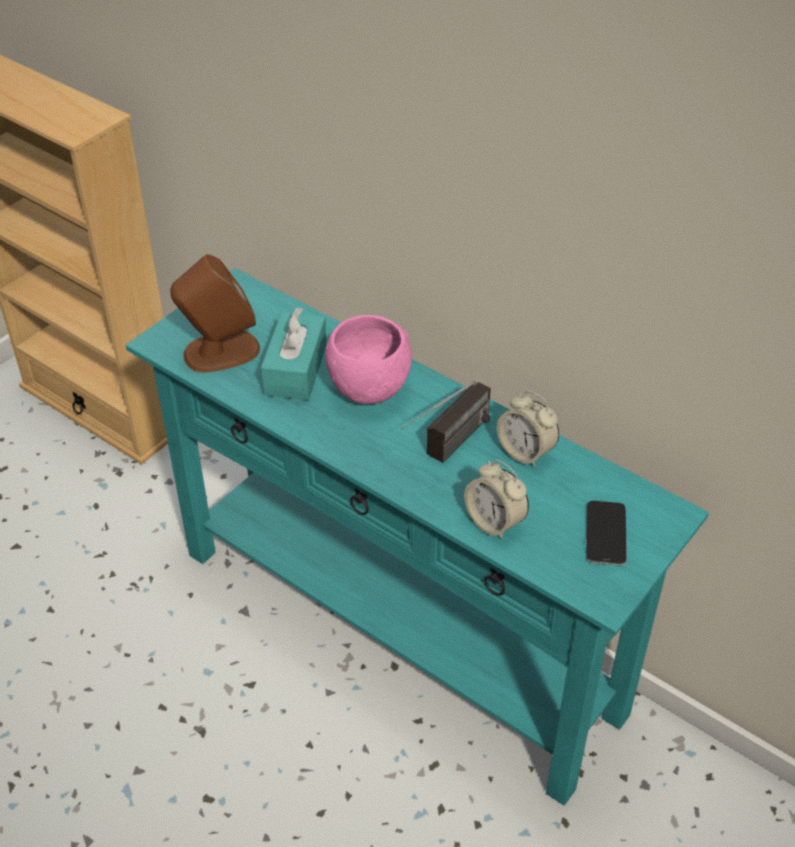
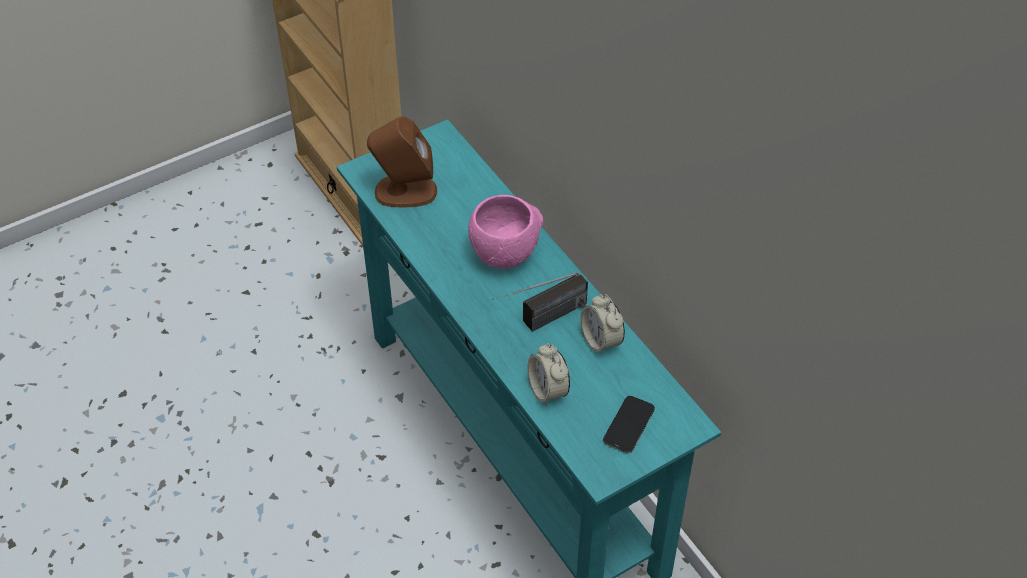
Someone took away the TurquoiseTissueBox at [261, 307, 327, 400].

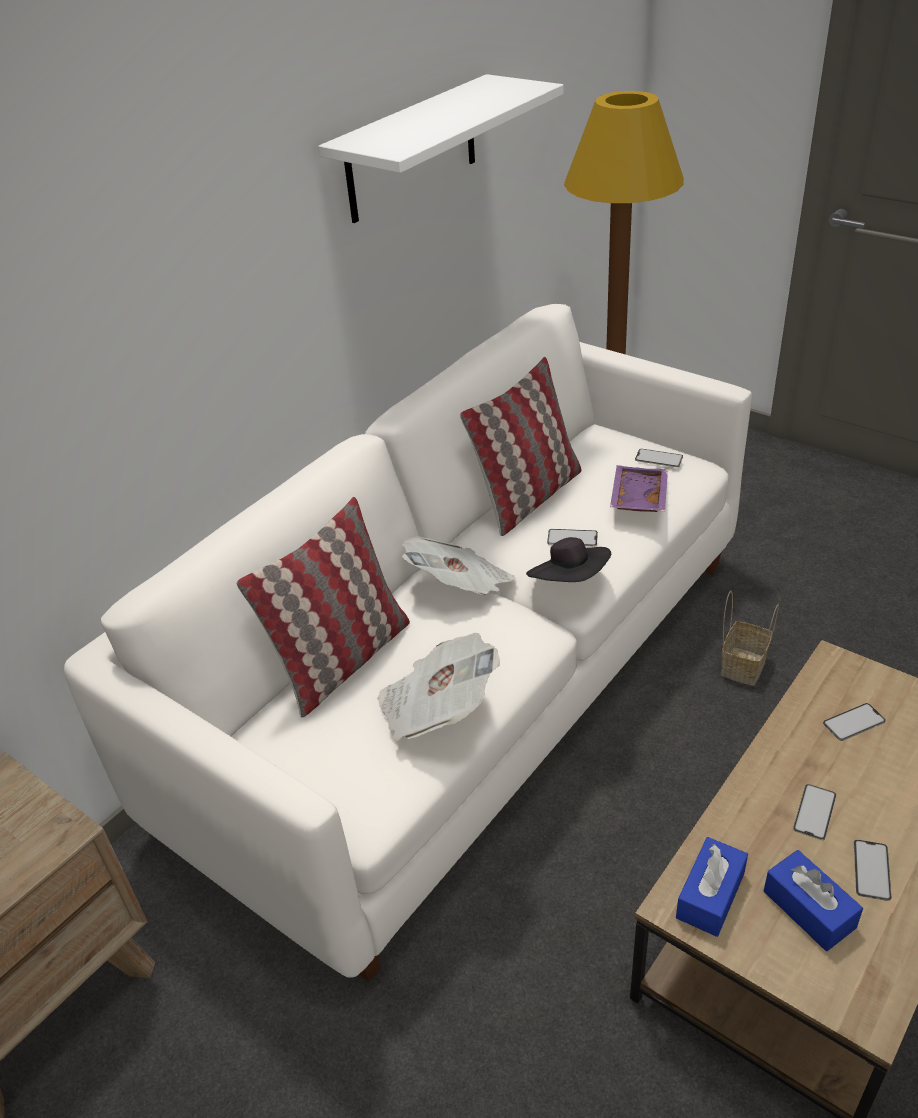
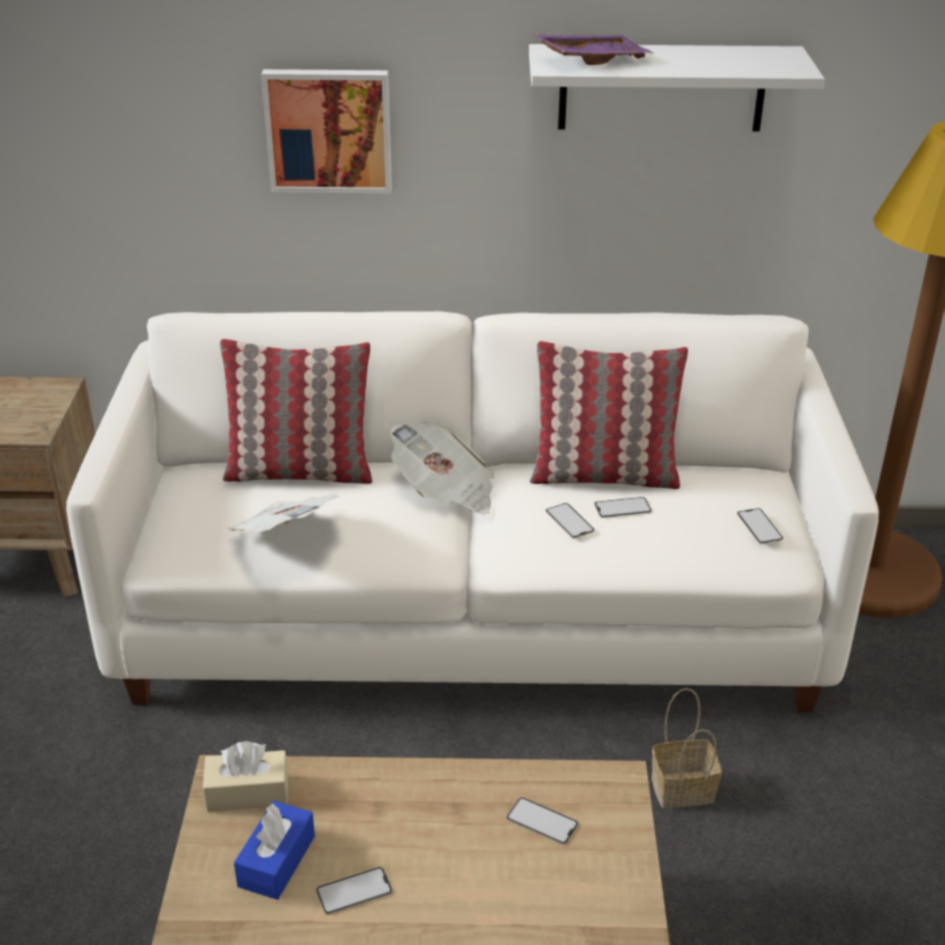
Someone repainted the BlueTissueBox at [676, 837, 748, 937], which became the BeigeTissueBox at [203, 741, 288, 812].
Someone put up the Picture at [261, 69, 392, 193].
Someone carried the PurpleTray from [610, 465, 668, 512] to [533, 34, 653, 65].
Someone carried the Phone from [793, 784, 836, 840] to [594, 497, 651, 518].
Someone took away the BlackHat at [526, 537, 611, 582].

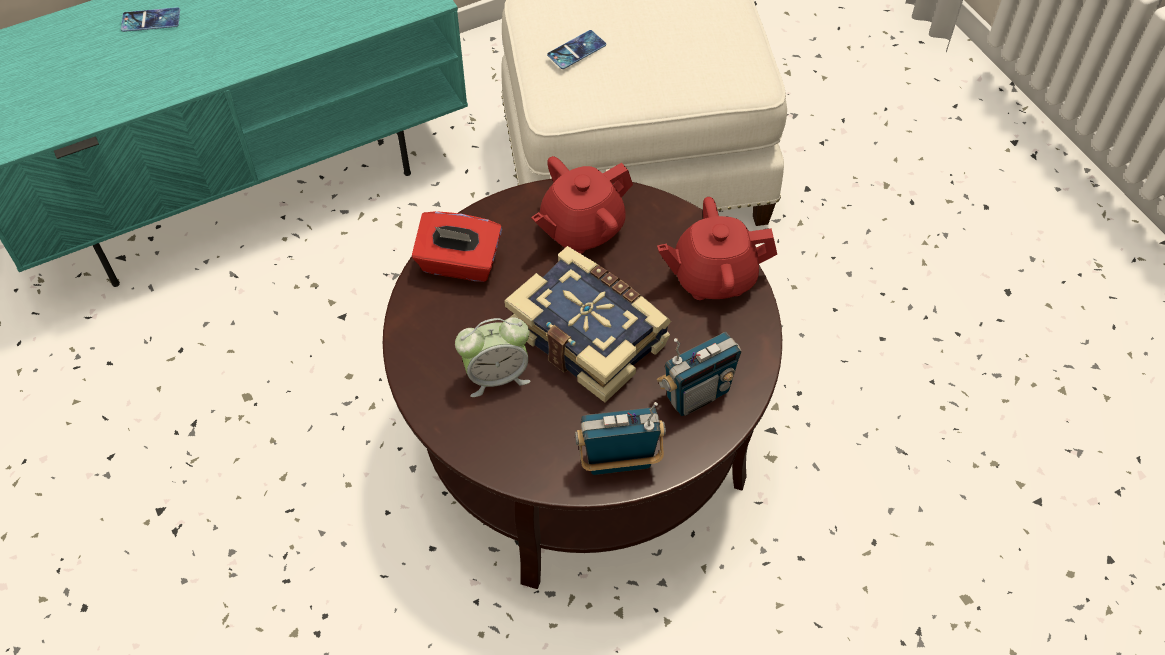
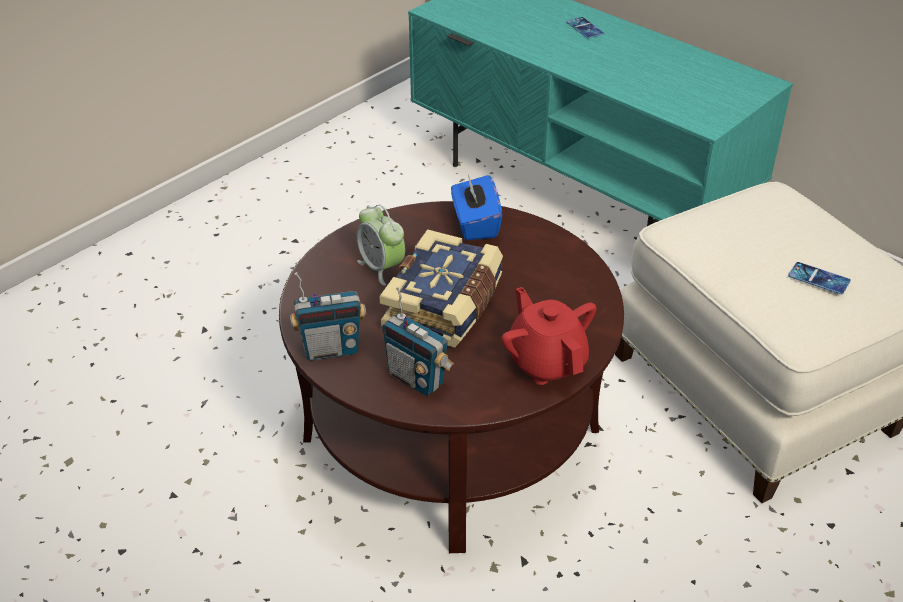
Someone rotated the Radio at [575, 402, 666, 475] by 105 degrees clockwise.
Someone repainted the RedTissueBox at [412, 211, 502, 282], which became the BlueTissueBox at [451, 175, 502, 240].
Someone carried the Phone from [547, 30, 606, 69] to [788, 262, 851, 294].
Someone took away the RedTeapot at [531, 156, 633, 254].

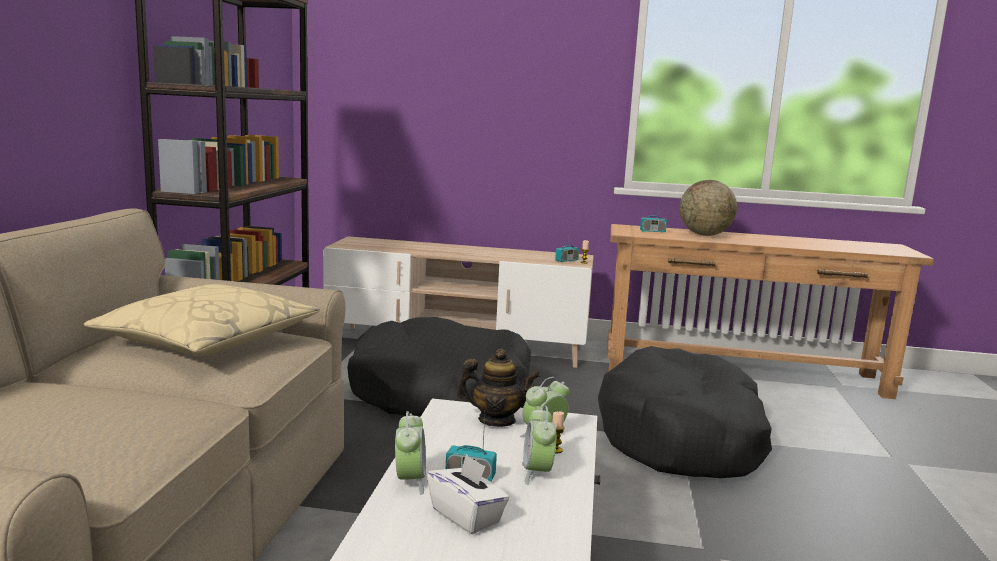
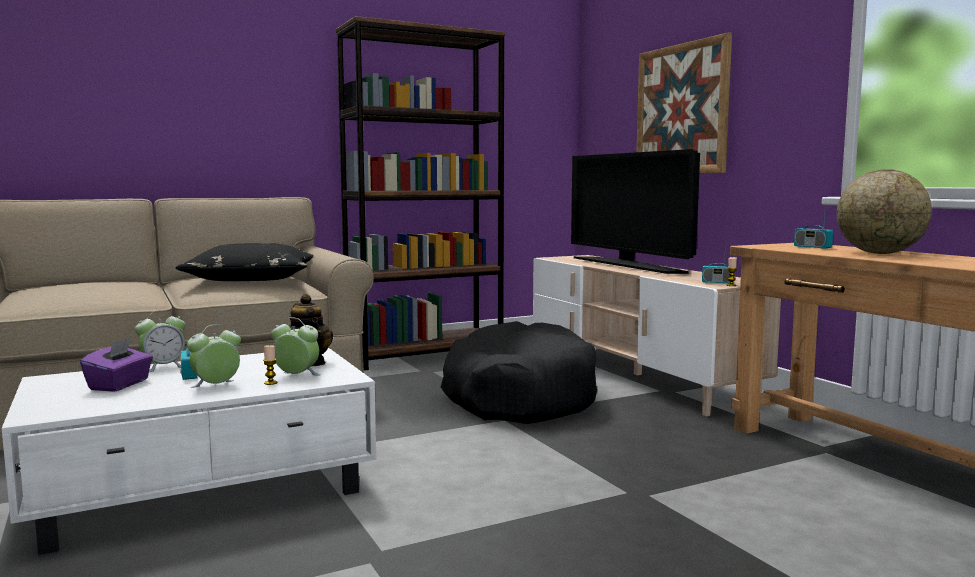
Someone repainted the WhiteTissueBox at [427, 454, 510, 534], which became the PurpleTissueBox at [80, 337, 153, 392].
Someone repainted the BeigePillow at [83, 284, 320, 356], which became the BlackPillow at [175, 243, 314, 281].
Someone put down the Television at [571, 149, 700, 274].
Someone put up the Picture at [637, 32, 732, 173].
Someone took away the BlackDogBed at [598, 346, 772, 478].

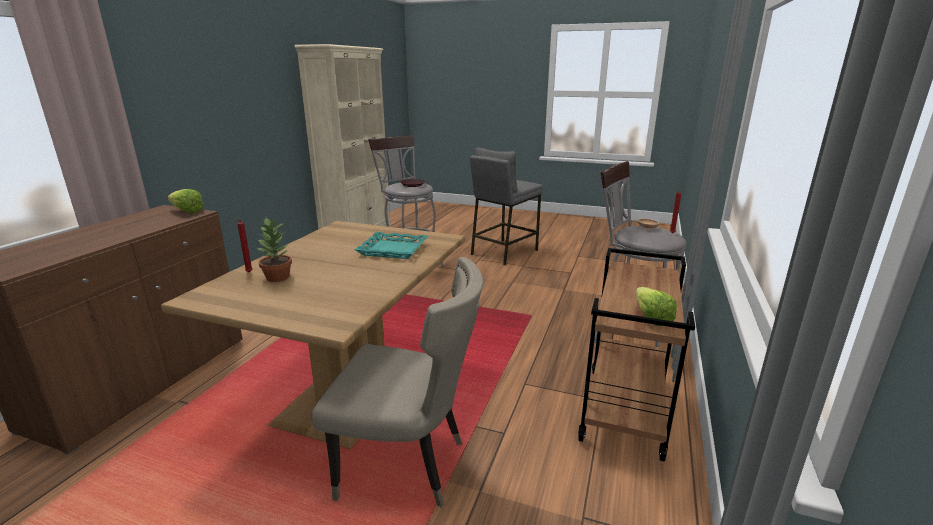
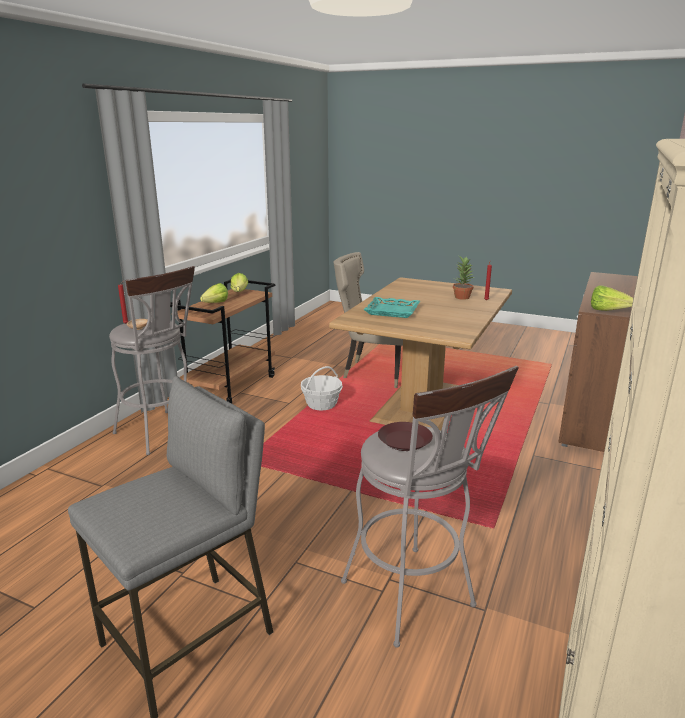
Someone put down the Lettuce at [200, 283, 228, 303].
Someone put down the Basket at [301, 366, 343, 411].

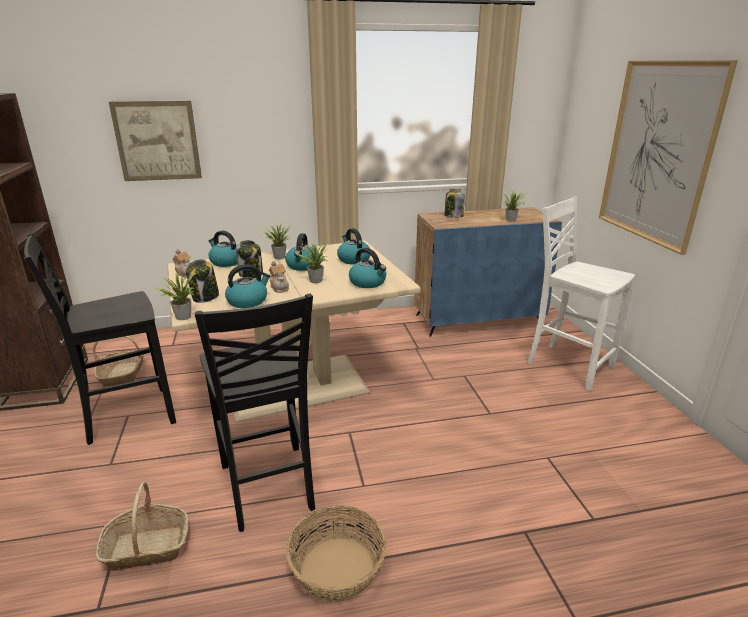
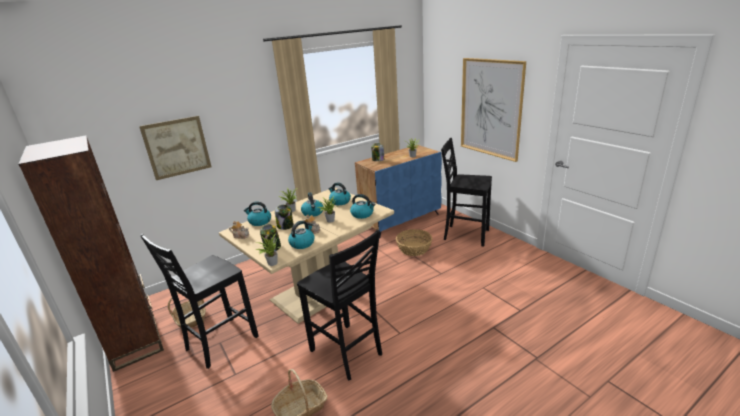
Someone carried the Basket from [286, 505, 387, 602] to [396, 229, 432, 256].
Someone repainted the WhiteChair at [527, 197, 635, 391], which became the BlackChair at [441, 138, 492, 247].

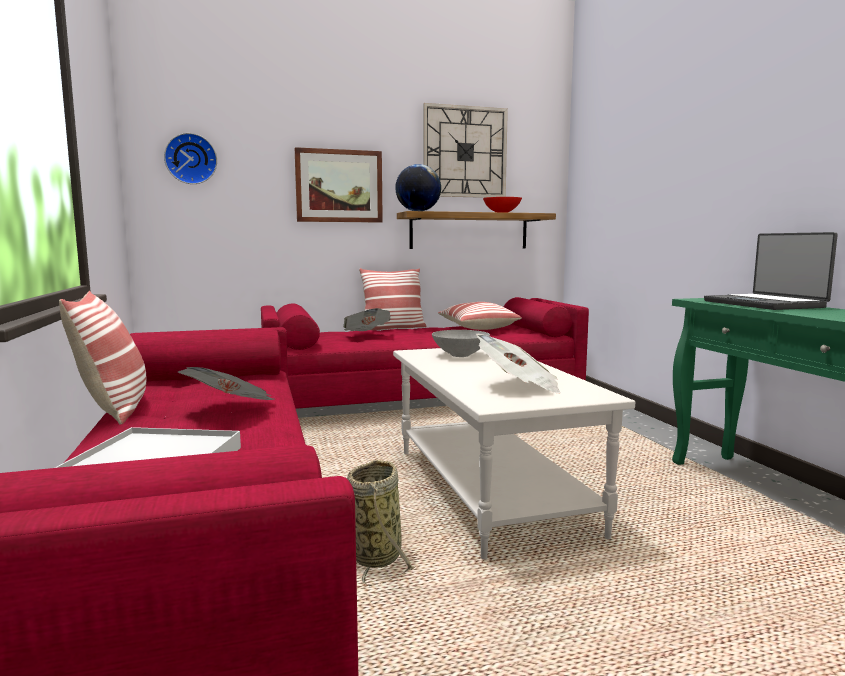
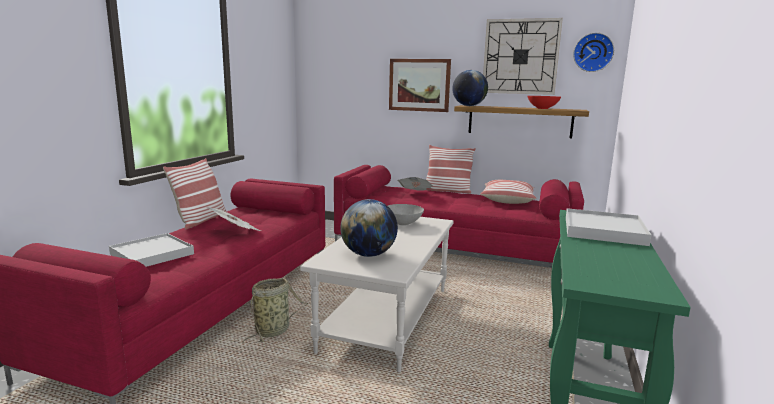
Someone swapped the Newspaper at [476, 333, 561, 394] for the Globe at [340, 199, 398, 257].
Someone swapped the Laptop at [704, 232, 838, 310] for the WhiteTray at [566, 208, 651, 246].
Someone carried the WallClock from [164, 133, 217, 184] to [573, 33, 614, 72].

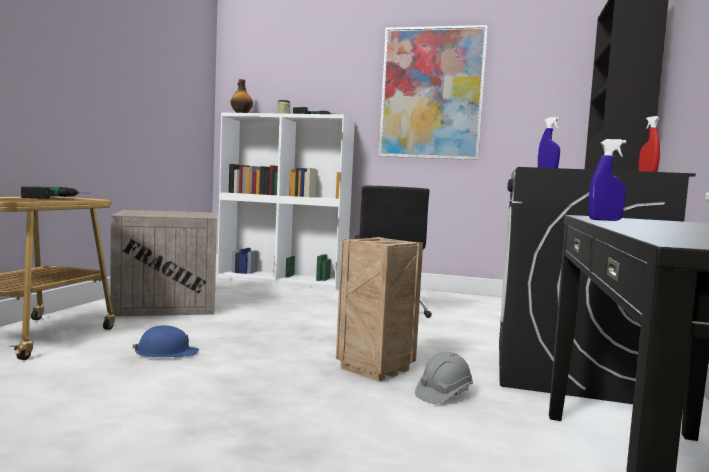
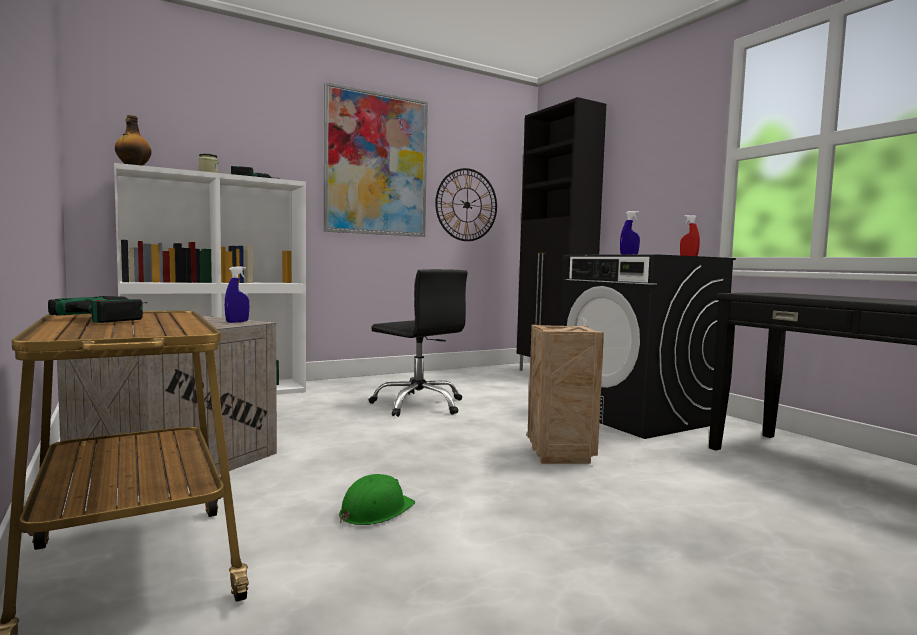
Someone carried the BlueSprayBottle from [588, 139, 626, 221] to [225, 267, 249, 323].
Someone repainted the BlueHardHat at [133, 325, 199, 357], which became the GreenHardHat at [339, 474, 415, 525].
Someone put up the WallClock at [435, 168, 497, 241].
Someone took away the GreyHardHat at [415, 352, 473, 404].

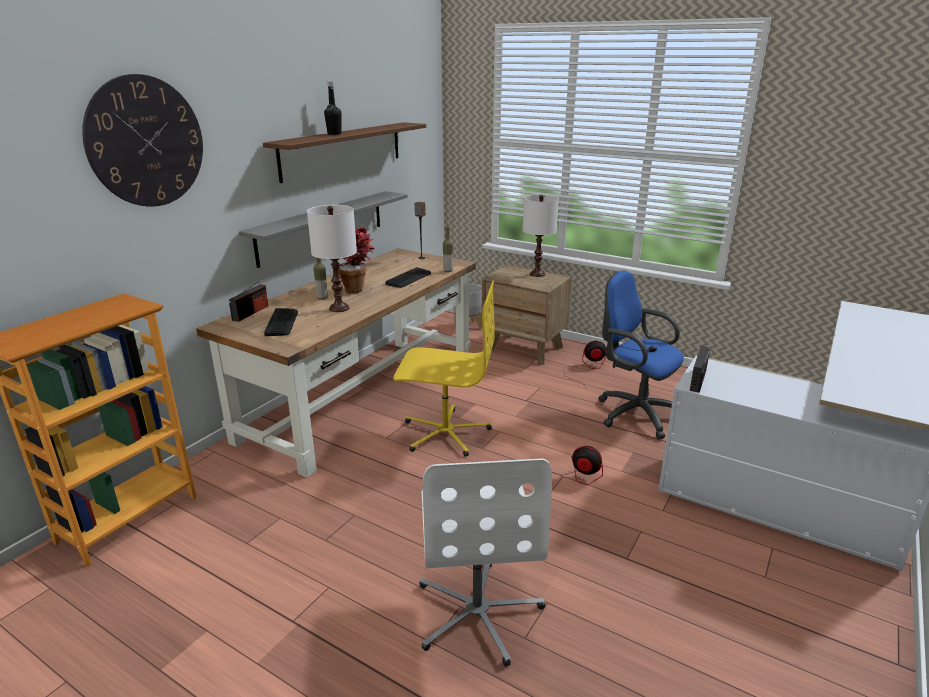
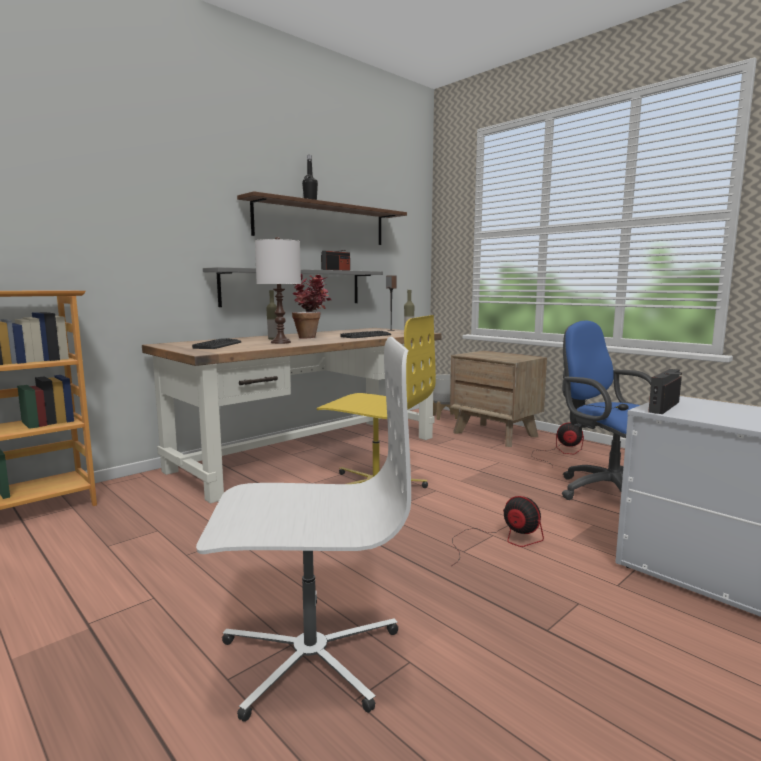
Someone rotated the WhiteOfficeChair at [420, 458, 552, 667] by 105 degrees counterclockwise.
Someone carried the Radio from [229, 281, 268, 322] to [321, 250, 350, 271].
Someone took away the WallClock at [82, 74, 203, 207].
Someone took away the WhiteTableLamp at [523, 194, 559, 277].

